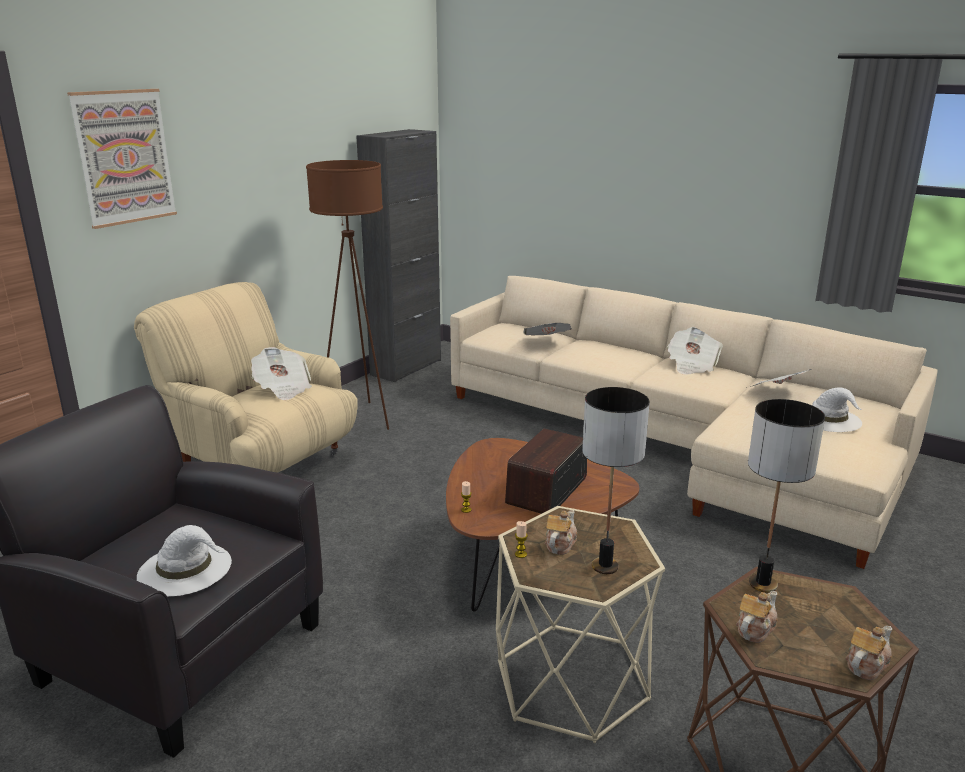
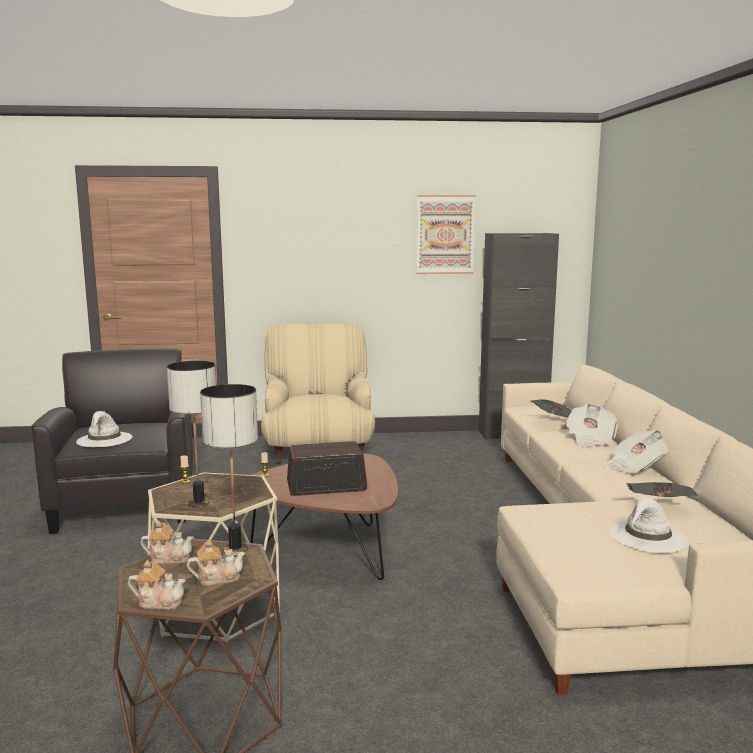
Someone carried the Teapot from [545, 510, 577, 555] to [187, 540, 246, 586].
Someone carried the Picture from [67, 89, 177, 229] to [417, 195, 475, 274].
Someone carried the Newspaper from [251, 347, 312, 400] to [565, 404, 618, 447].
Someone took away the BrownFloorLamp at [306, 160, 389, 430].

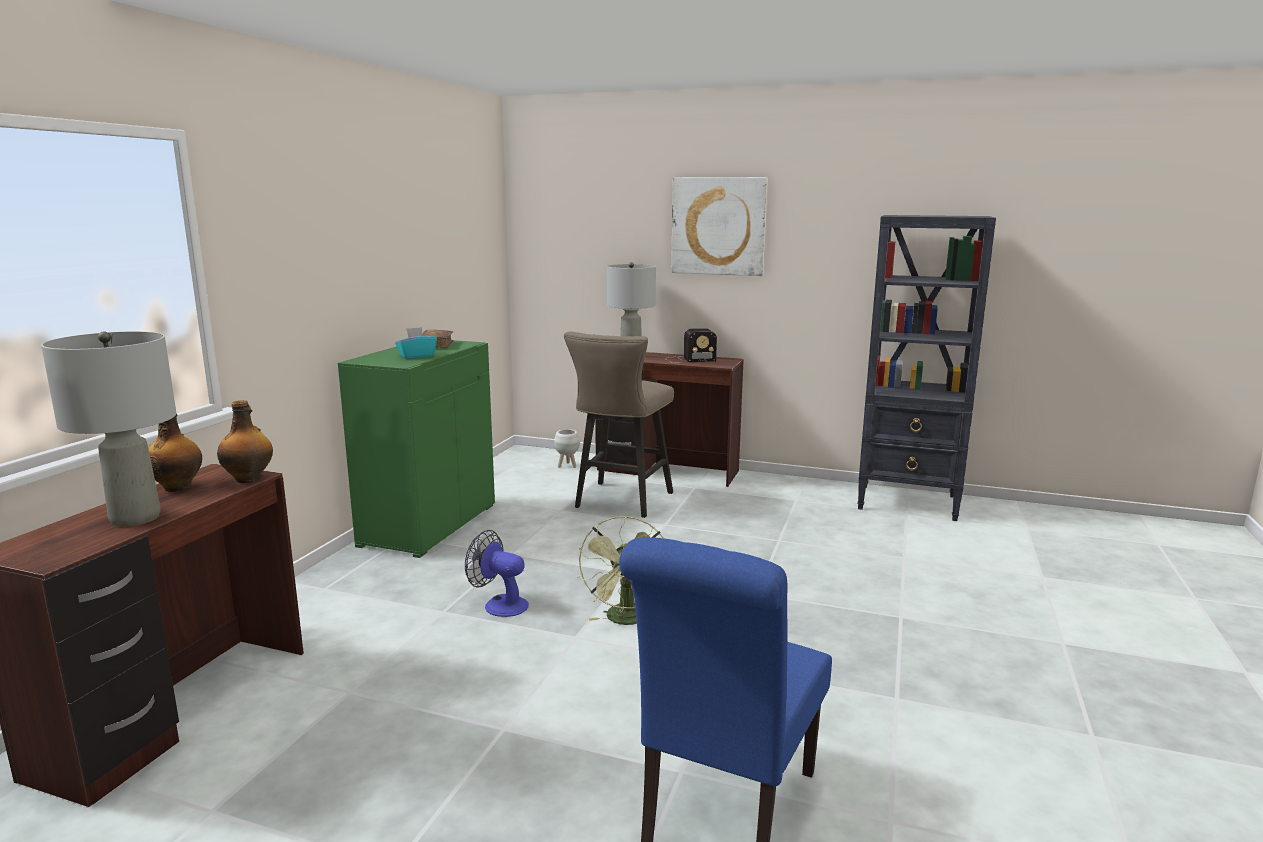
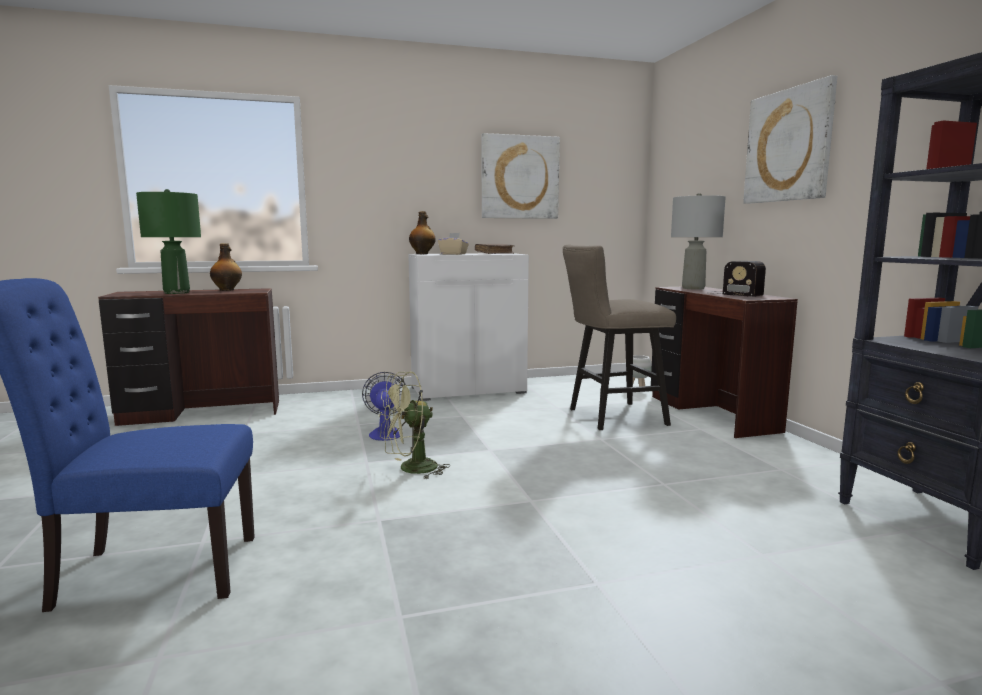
Someone repainted the GreyTableLamp at [41, 331, 176, 527], which became the GreenTableLamp at [136, 189, 201, 294].
Someone repainted the GreenCabinet at [338, 340, 495, 558], which became the WhiteCabinet at [408, 253, 529, 401].
Someone carried the Bottle from [217, 400, 273, 483] to [409, 211, 436, 254].
Someone repainted the TurquoiseTissueBox at [395, 327, 437, 359], which became the BeigeTissueBox at [438, 233, 469, 255].
Someone put up the Picture at [481, 133, 560, 219].

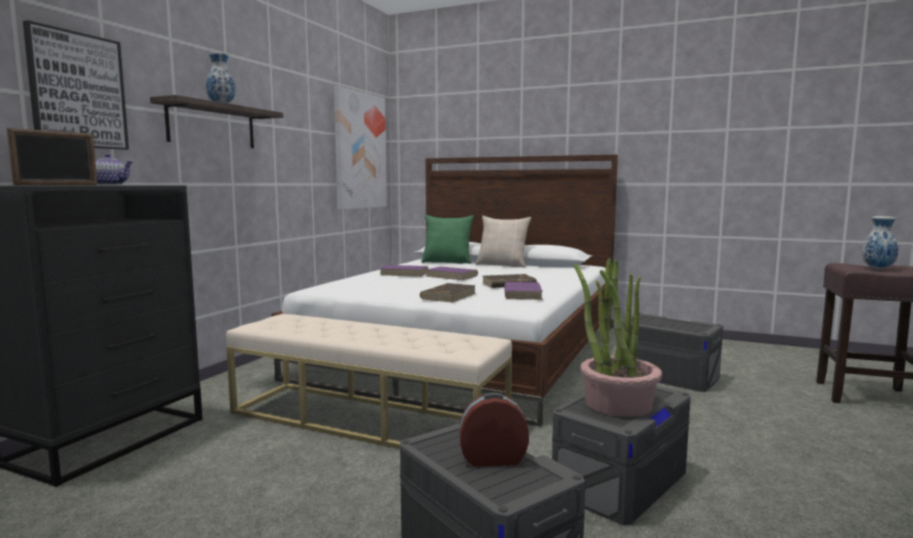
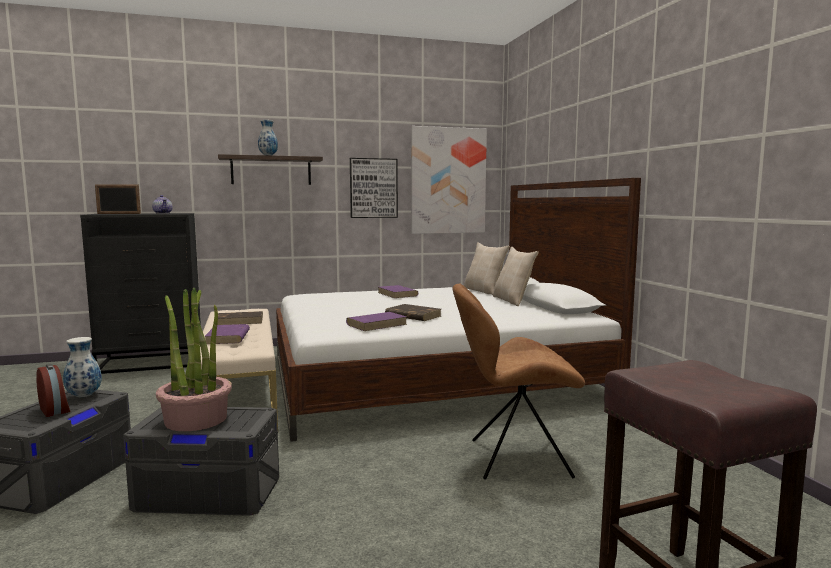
Someone carried the Vase from [862, 216, 898, 269] to [63, 337, 102, 397].
Someone carried the PurpleBook from [425, 266, 478, 280] to [204, 324, 250, 344].
Someone carried the BrownBook from [420, 283, 476, 303] to [217, 311, 263, 325].
Someone carried the Picture from [23, 20, 129, 150] to [350, 158, 398, 218].
Someone swapped the GreyStorageBox at [623, 313, 723, 392] for the BrownChair at [453, 284, 585, 479].
Someone repainted the GreenPillow at [421, 215, 474, 264], which became the BeigePillow at [464, 242, 510, 295].

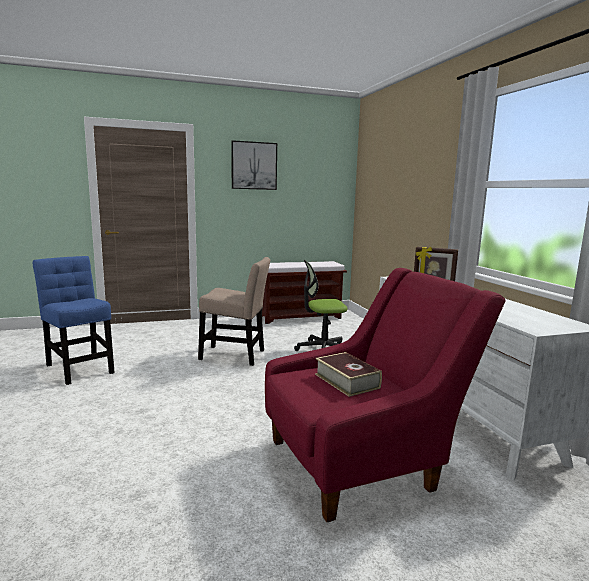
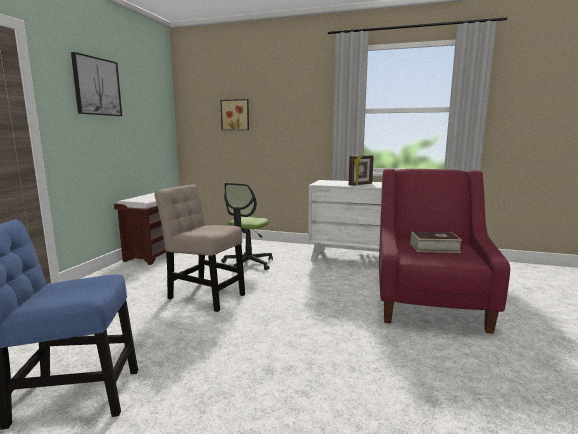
Someone rotated the BeigeChair at [198, 257, 270, 366] by 105 degrees counterclockwise.
Someone put up the Picture at [220, 99, 249, 130].

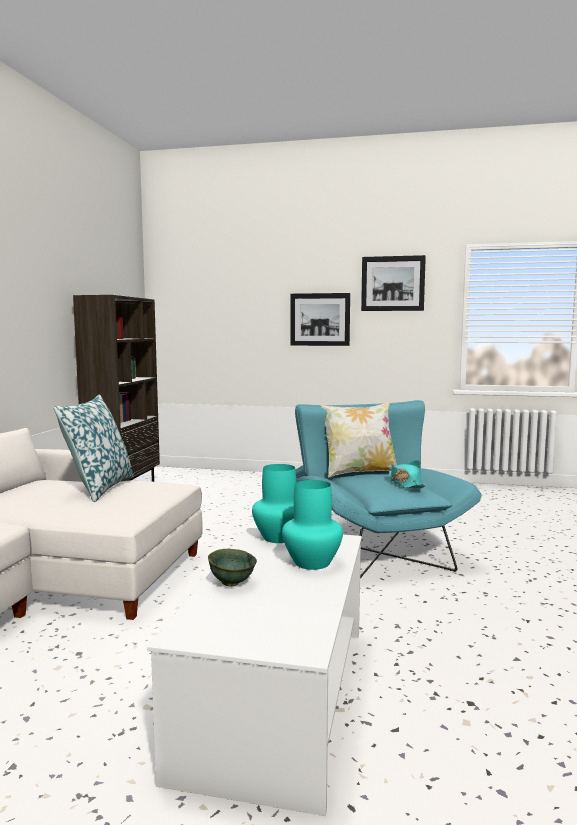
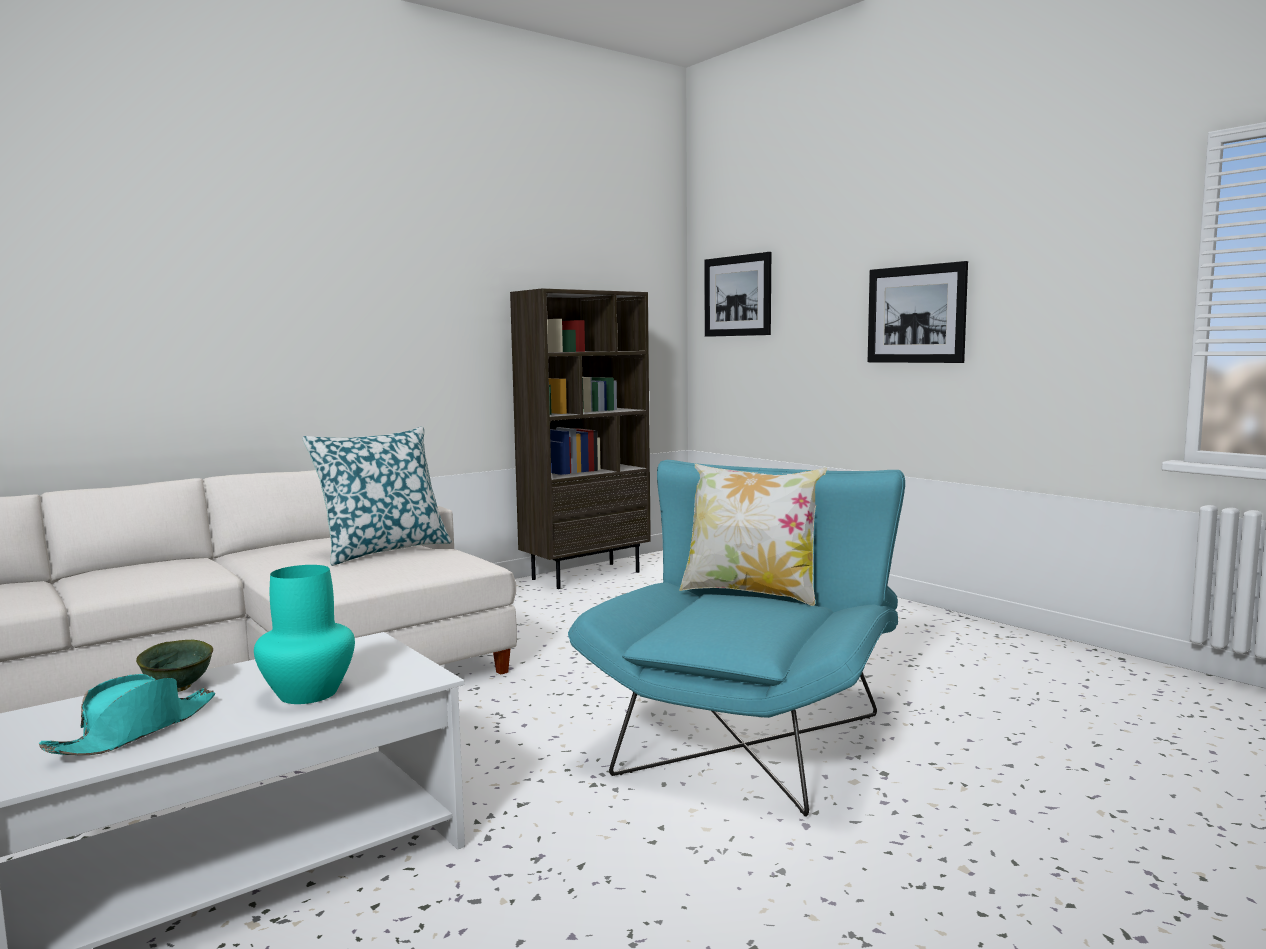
Someone carried the TurquoiseHat from [389, 460, 426, 488] to [39, 674, 215, 755].
Someone carried the Picture from [361, 255, 426, 311] to [705, 252, 771, 337].
Someone took away the TurquoiseVase at [252, 464, 296, 543].

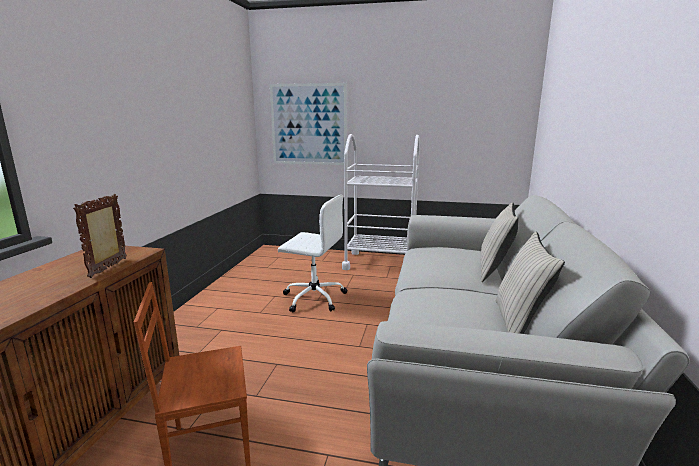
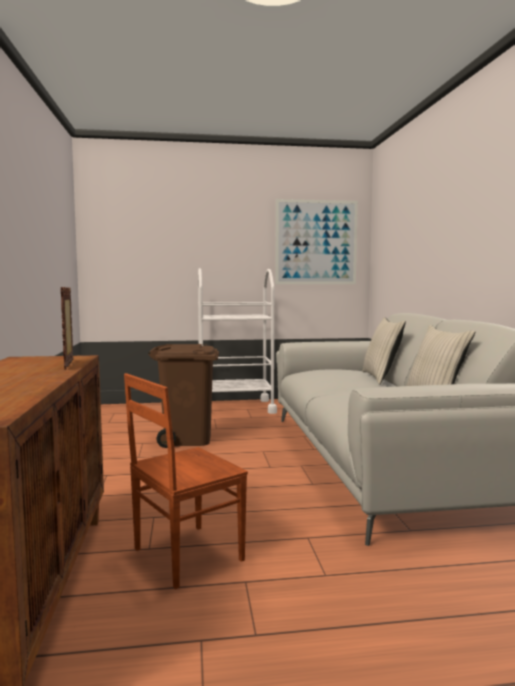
Someone swapped the WhiteOfficeChair at [278, 195, 348, 312] for the BrownTrashCan at [148, 344, 219, 448].
Someone carried the Picture from [270, 83, 347, 165] to [275, 199, 358, 284].

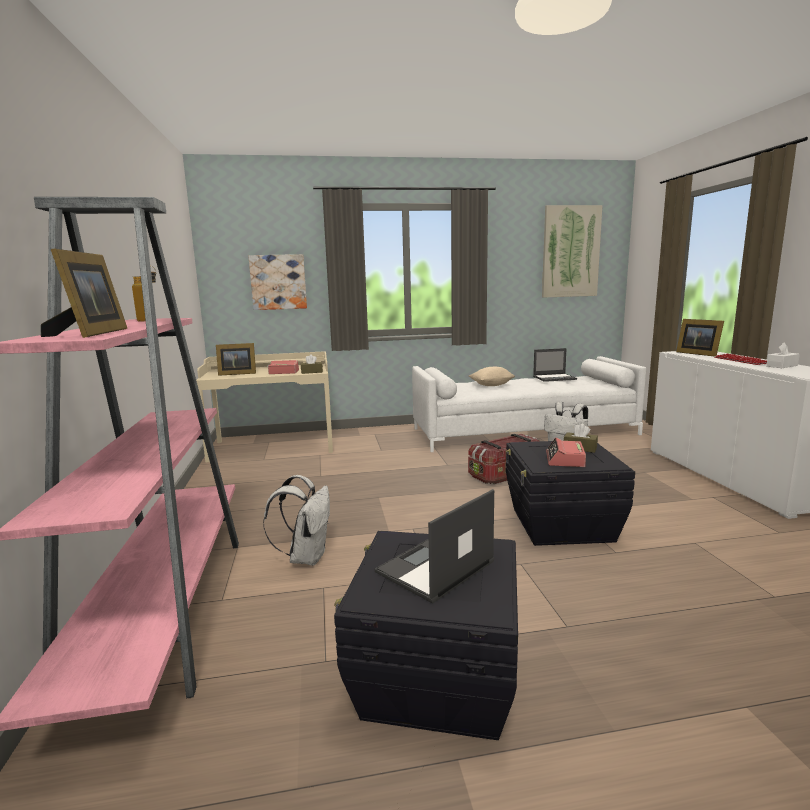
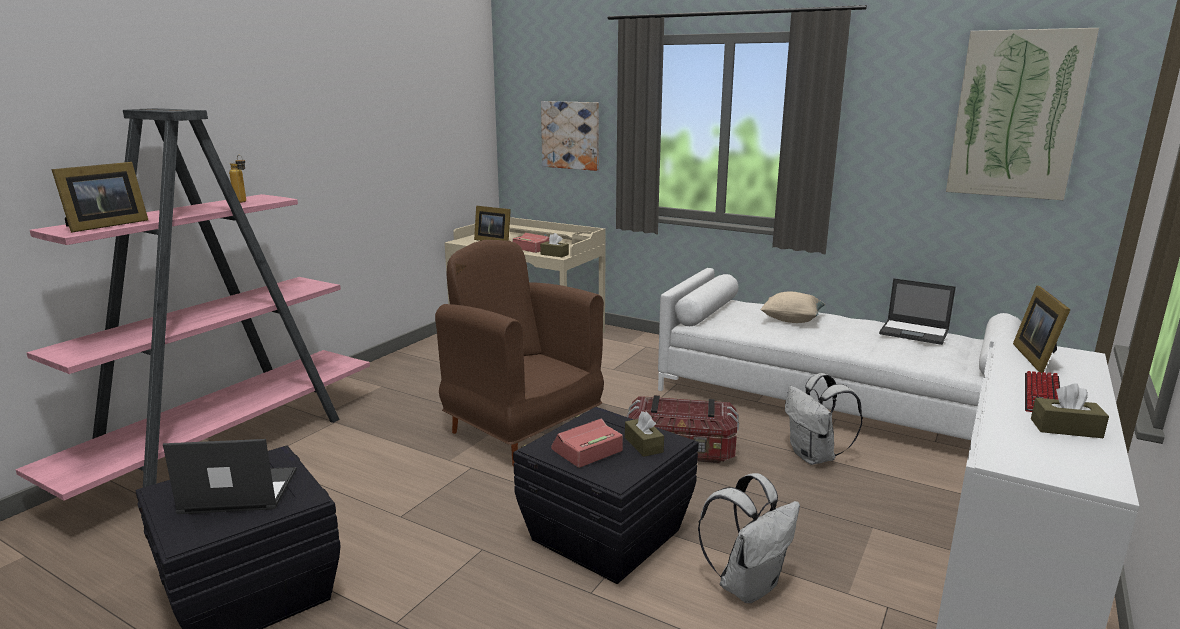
Someone put down the BrownArmchair at [435, 240, 604, 466].
Someone carried the WhiteBackpack from [263, 475, 330, 566] to [698, 473, 800, 603].
Someone repainted the WhiteTissueBox at [766, 342, 800, 368], which became the BrownTissueBox at [1031, 383, 1109, 438].

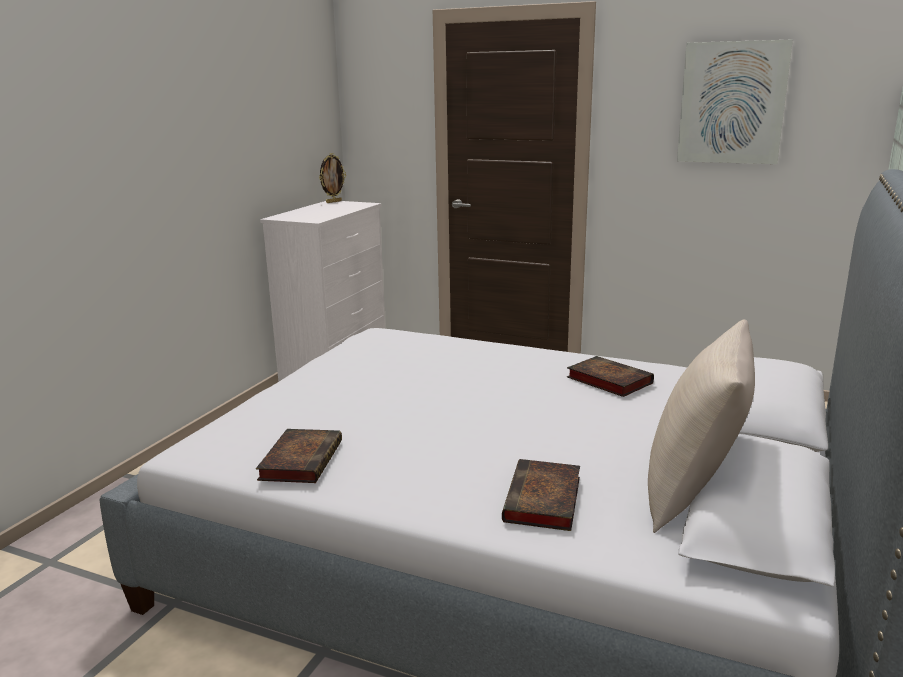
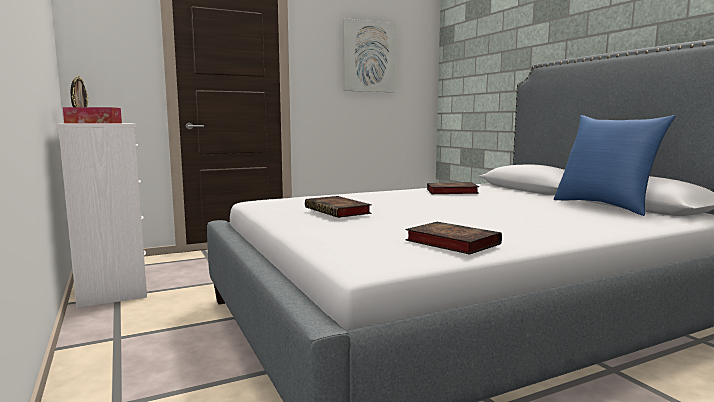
Someone put down the TissueBox at [63, 107, 122, 124].
Someone carried the Book from [502, 459, 580, 531] to [305, 196, 372, 218].
Someone repainted the BeigePillow at [648, 319, 755, 533], which became the BluePillow at [554, 115, 676, 216].

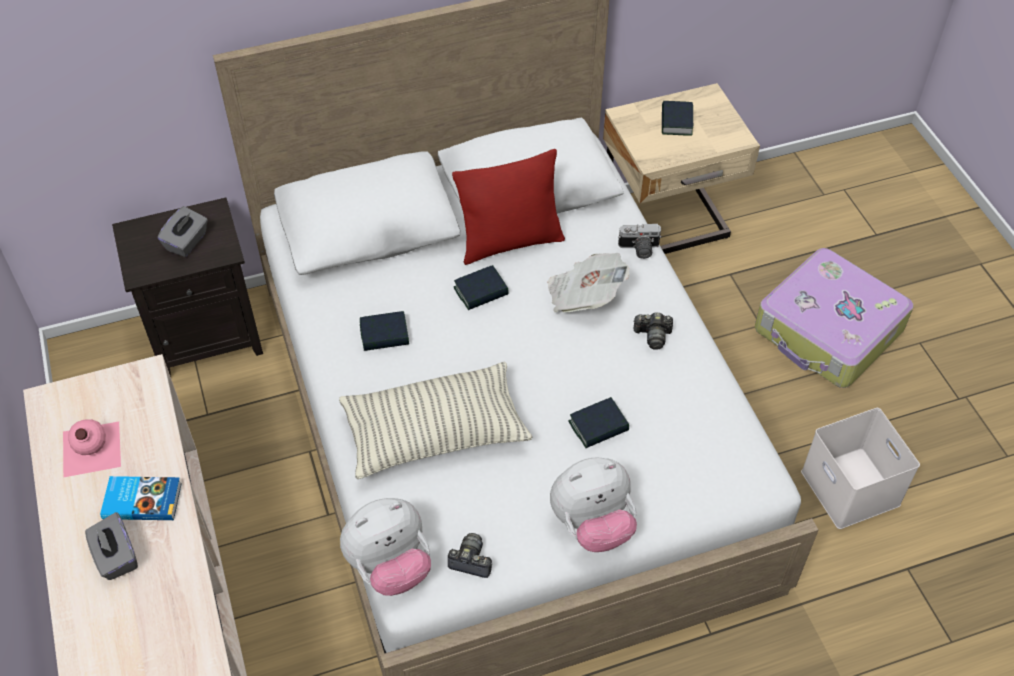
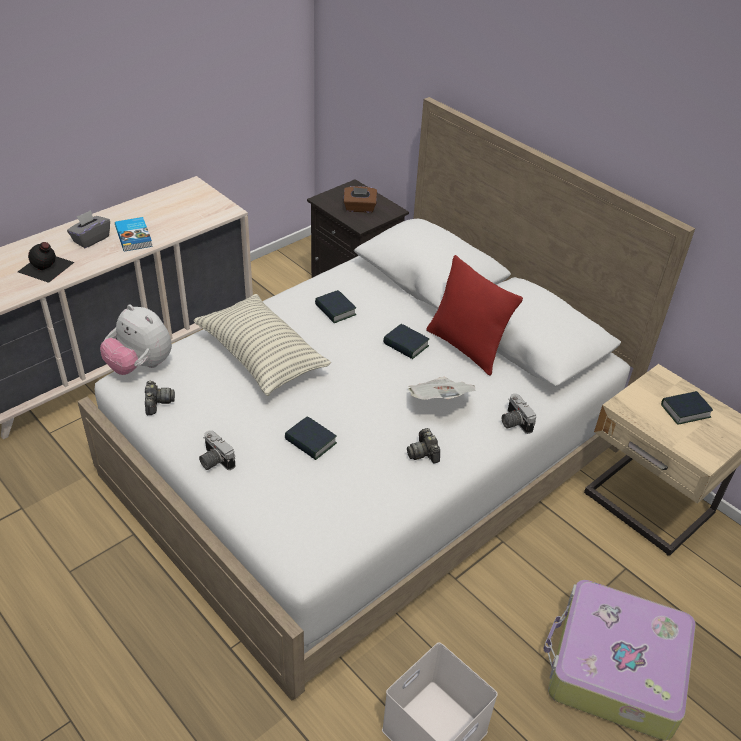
Someone put down the BlackBottle at [18, 242, 74, 283].
Someone swapped the PlushToy at [550, 457, 637, 552] for the PhotoCamera at [199, 430, 235, 470].
Someone repainted the GreyTissueBox at [157, 206, 208, 257], which became the BrownTissueBox at [344, 186, 377, 213].
Someone took away the PinkBottle at [63, 420, 121, 478].

